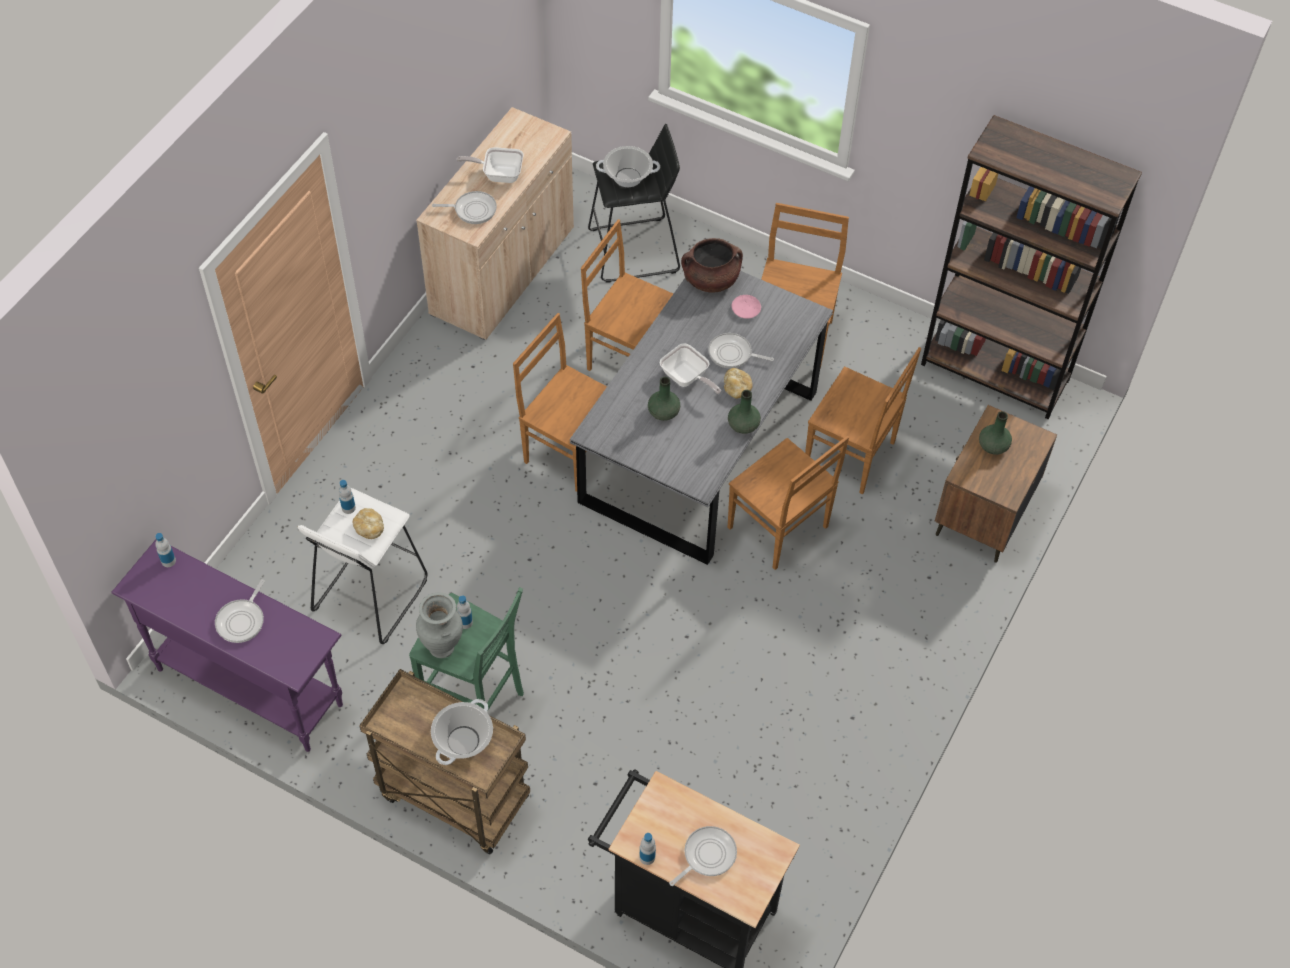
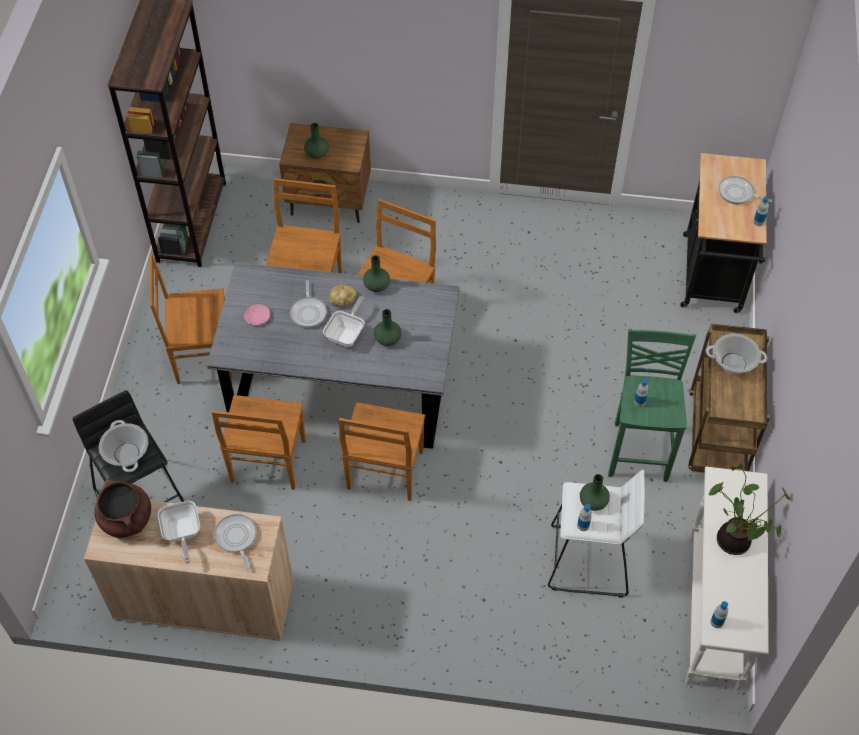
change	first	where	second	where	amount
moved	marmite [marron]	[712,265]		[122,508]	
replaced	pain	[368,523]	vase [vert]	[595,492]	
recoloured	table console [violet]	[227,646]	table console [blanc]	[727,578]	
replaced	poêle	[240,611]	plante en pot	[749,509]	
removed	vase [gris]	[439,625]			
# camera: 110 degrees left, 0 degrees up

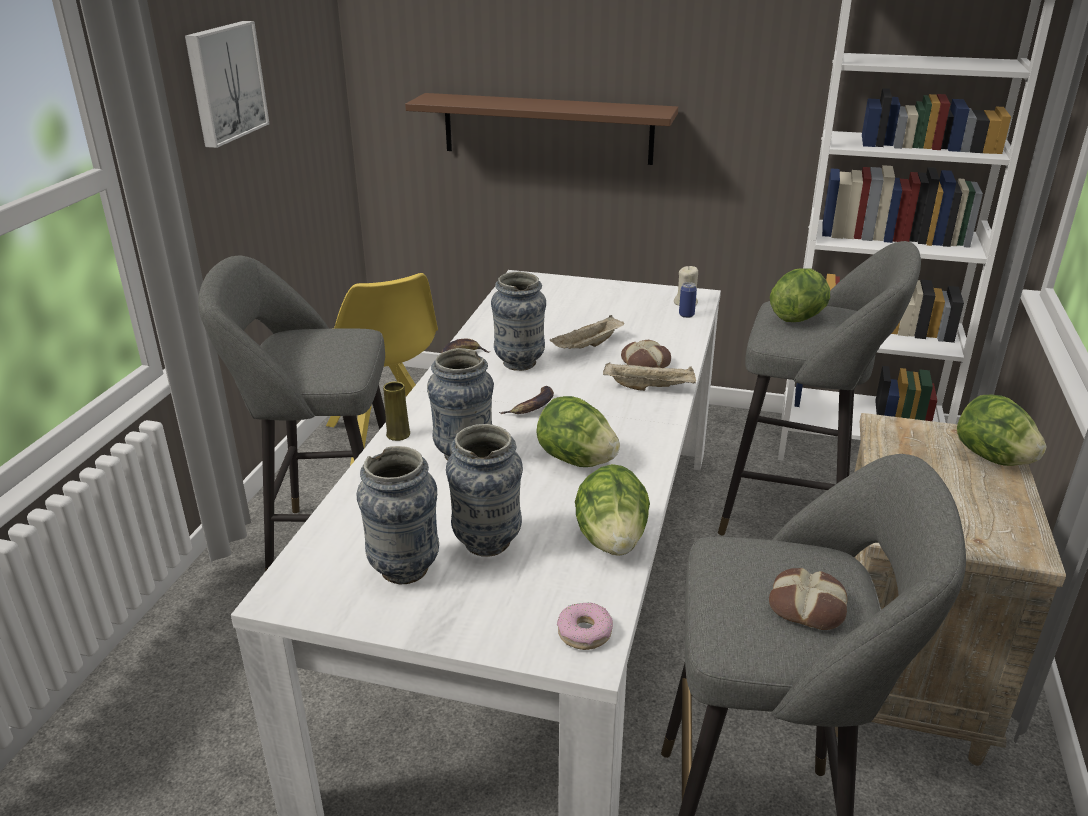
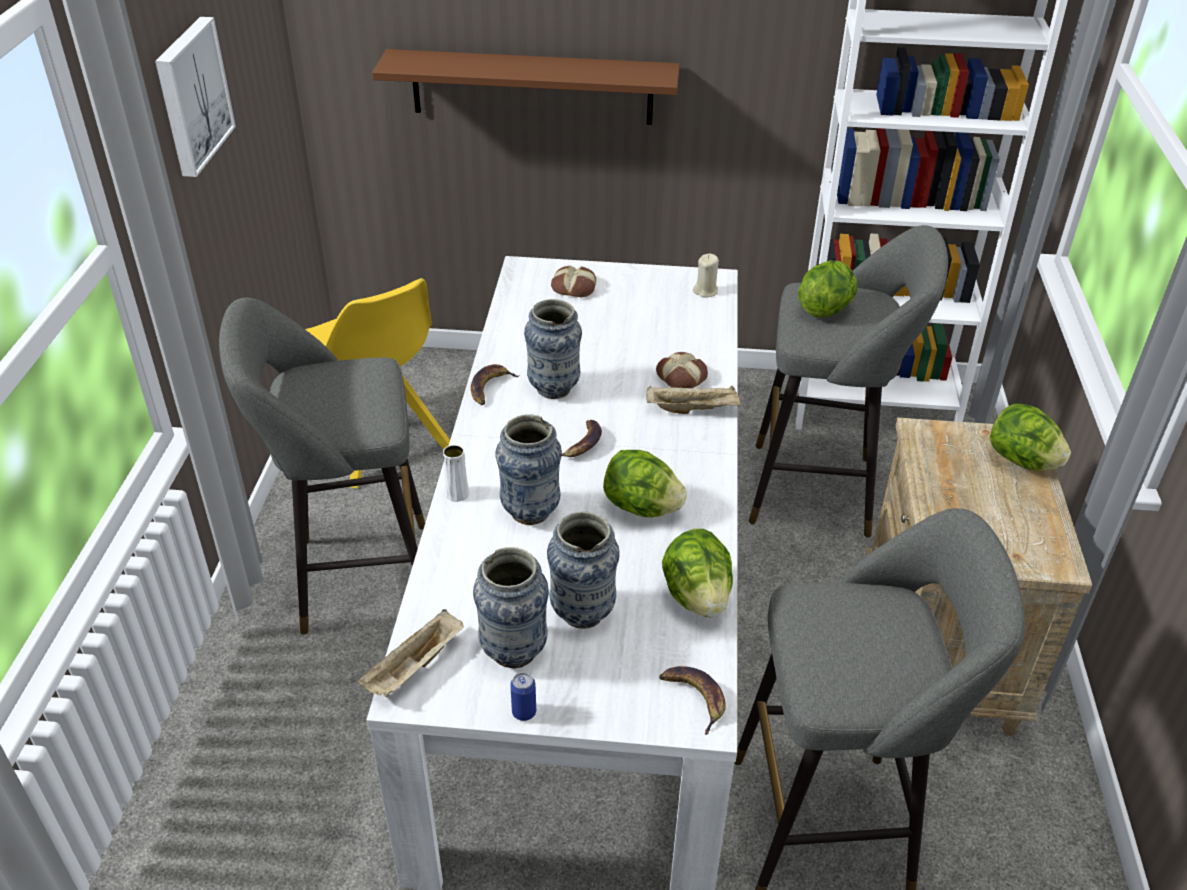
change	first	where	second	where	amount
moved	plateau [beige]	[587,332]		[411,653]	
recoloured	vase [jaune]	[396,411]	vase [blanc]	[456,473]	
moved	boîte métallique	[688,300]		[523,696]	
moved	pain	[808,599]		[573,281]	
replaced	beignet	[585,626]	banane	[692,700]	
# camera: 10 degrees left, 10 degrees up

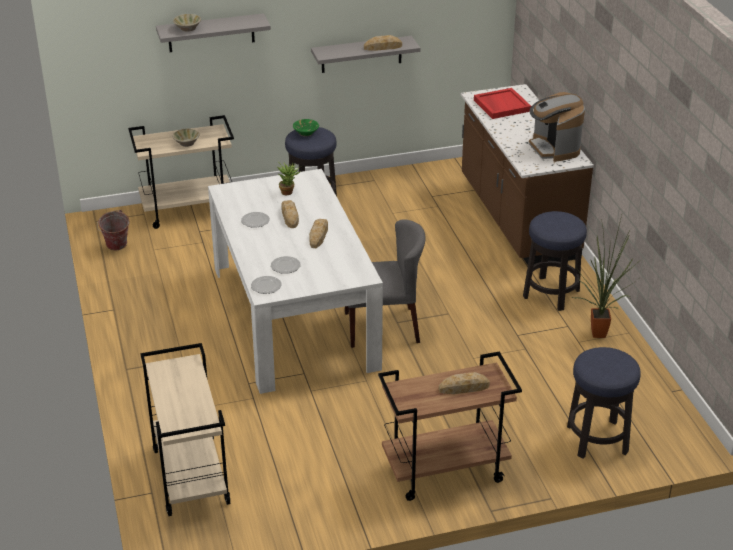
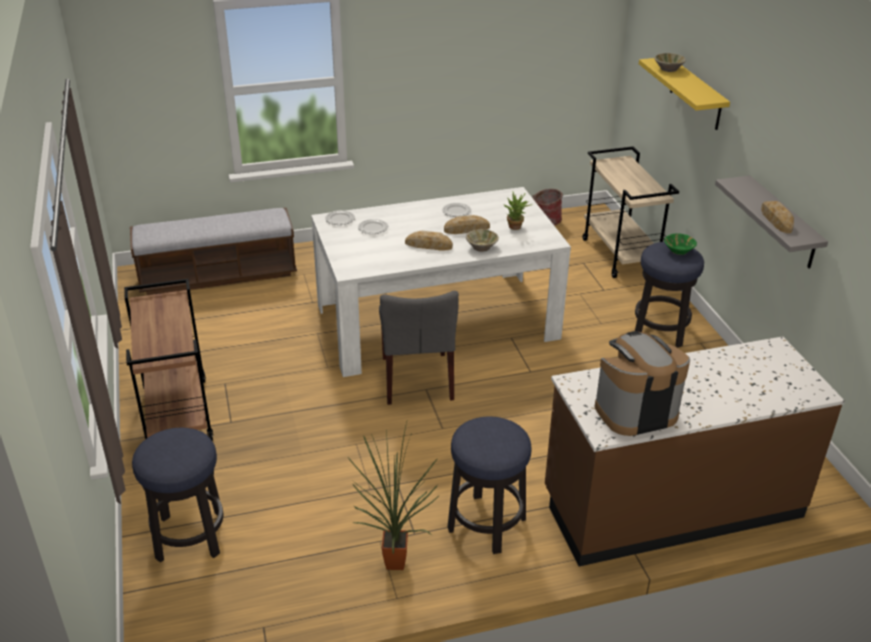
change	first	where	second	where	amount
replaced	chariot [beige]	[185,429]	banc	[213,251]	
moved	bol [beige]	[186,138]		[482,240]	
recoloured	étagère [gris]	[213,32]	étagère [jaune]	[684,94]	
removed	pain	[464,383]			
removed	plateau [rouge]	[502,103]			
# camera: 90 degrees right, 0 degrees up

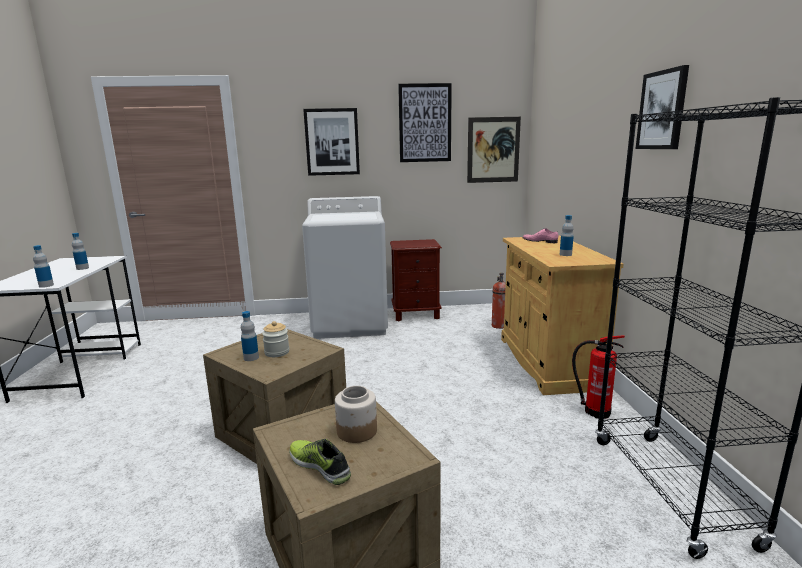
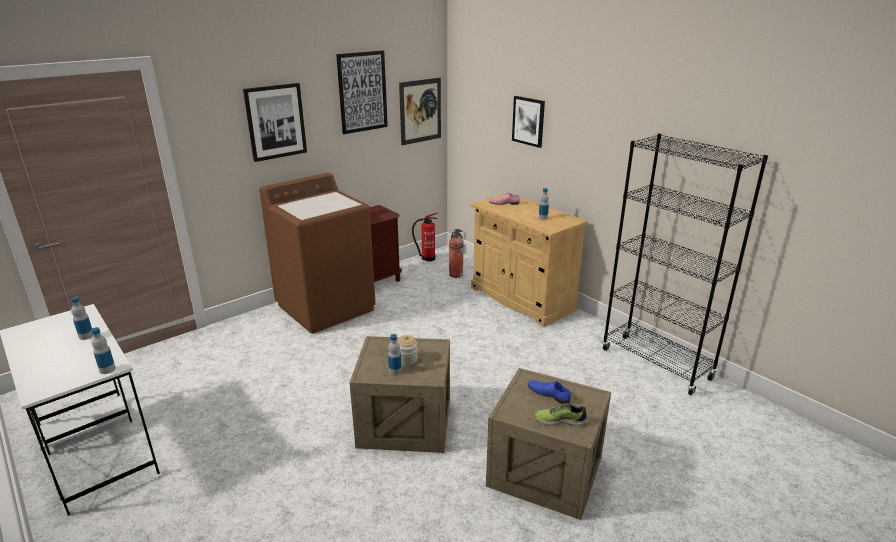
change	first	where	second	where	amount
recoloured	lave-linge [blanc]	[345,267]	lave-linge [marron]	[317,253]	
moved	extincteur	[598,377]		[424,237]	
moved	tableau	[662,107]		[528,122]	
replaced	bocal	[356,414]	chaussure [bleu]	[549,392]	
# camera: 35 degrees left, 10 degrees up

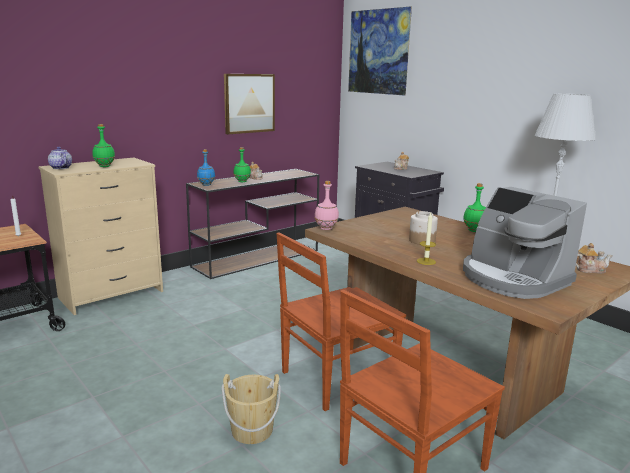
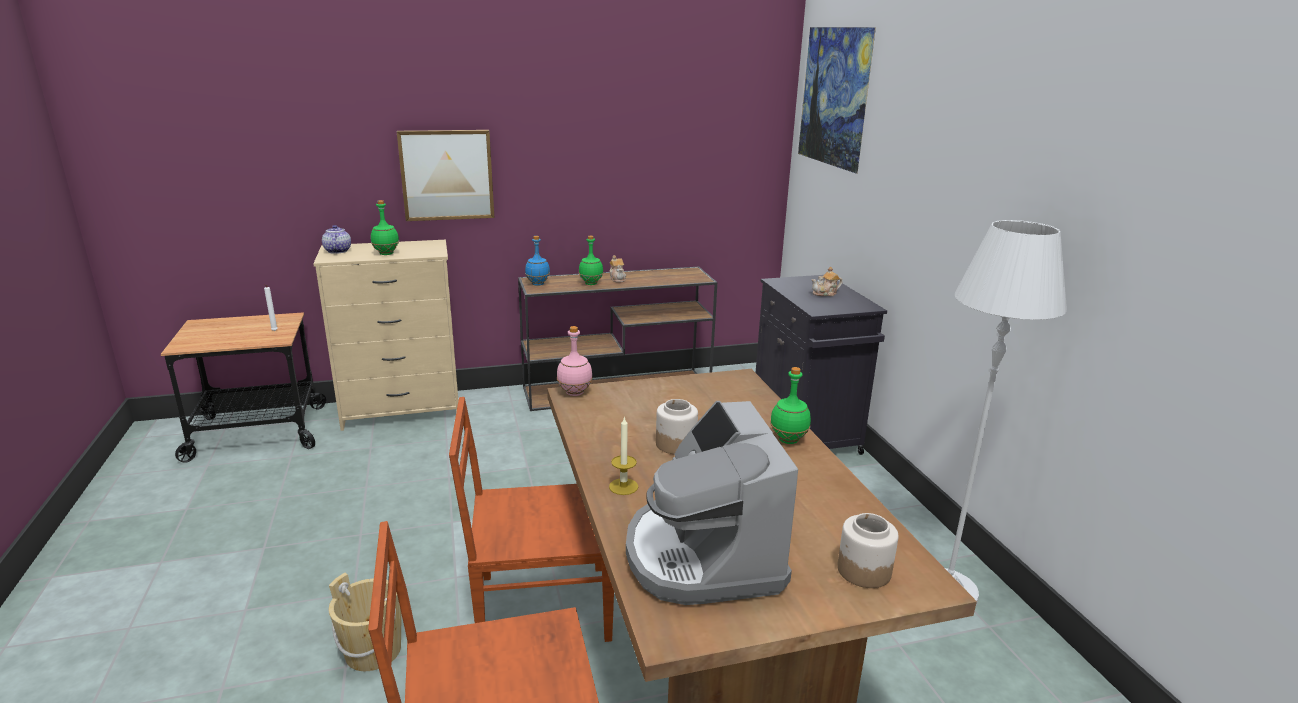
change	first	where	second	where	amount
moved	tableau	[249,104]		[445,175]	
replaced	théière	[594,258]	bocal	[868,550]	
# camera: 25 degrees right, 5 degrees up

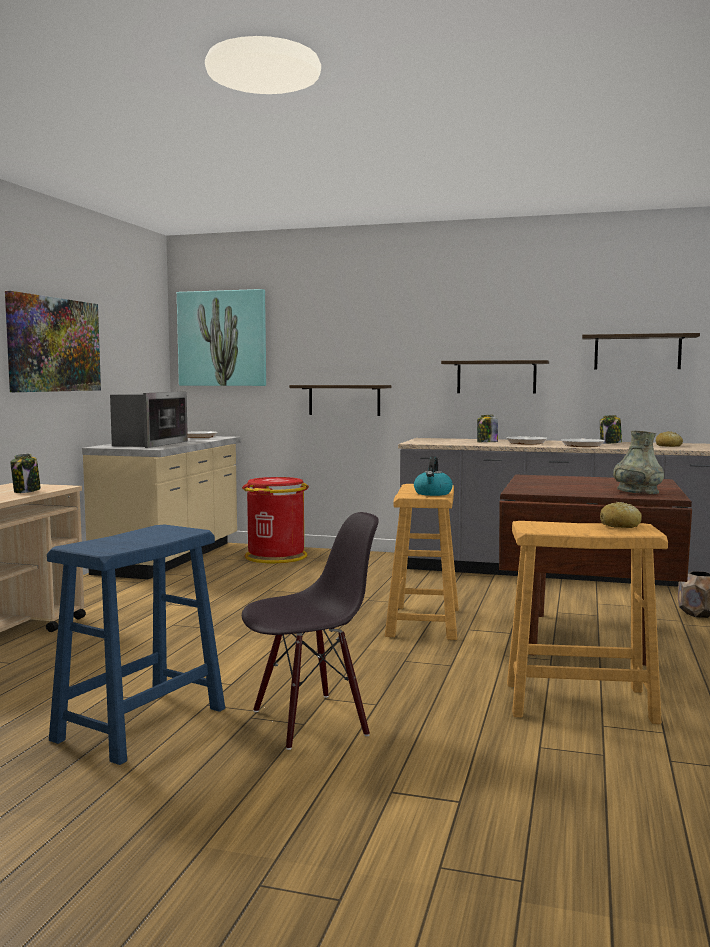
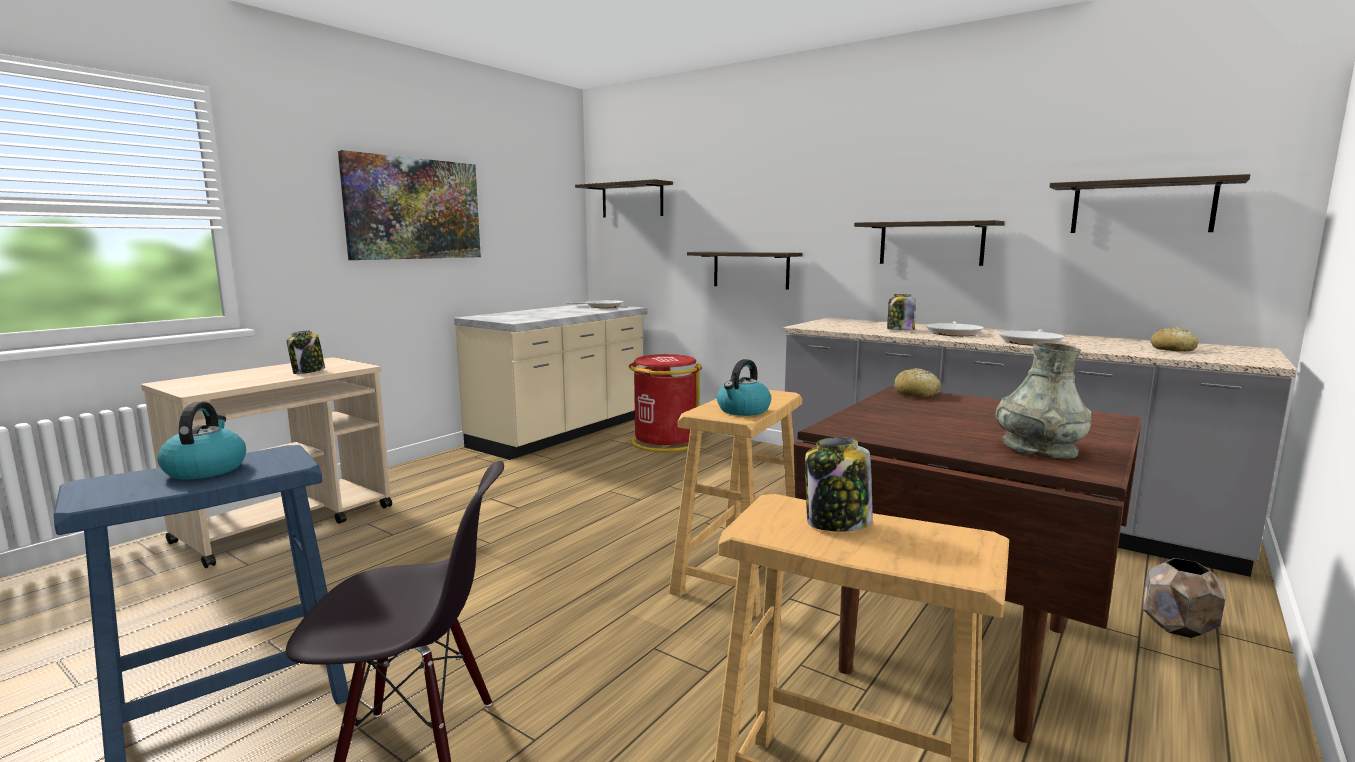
change	first	where	second	where	amount
added			bouilloire	[201,440]	
replaced	tableau	[221,337]	étagère	[624,198]	
moved	bocal	[611,429]		[839,484]	
moved	pain	[621,515]		[917,383]	
removed	micro-ondes	[149,420]			
# camera: 20 degrees right, 5 degrees up

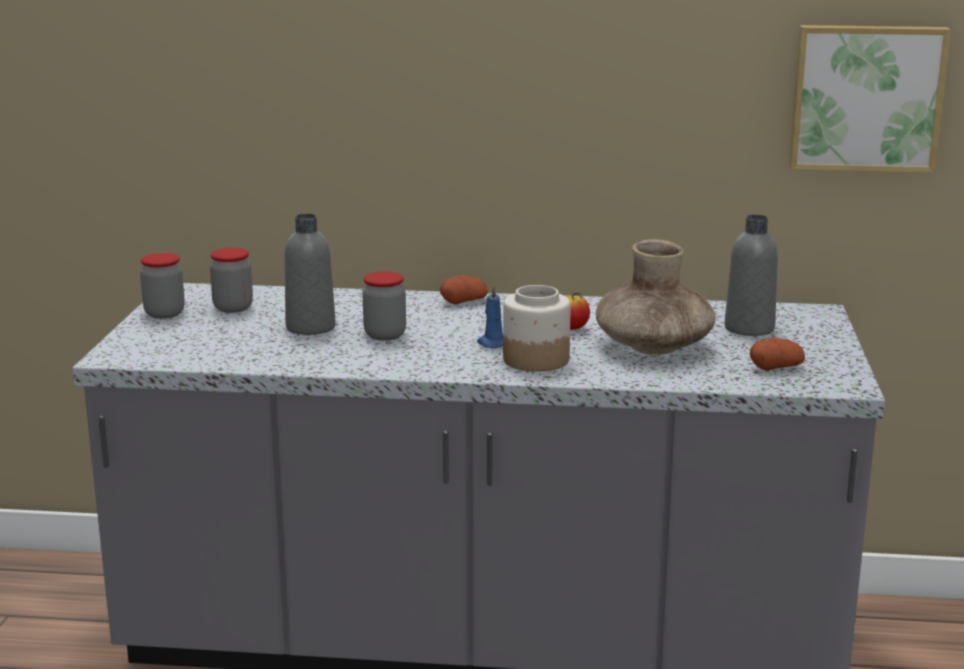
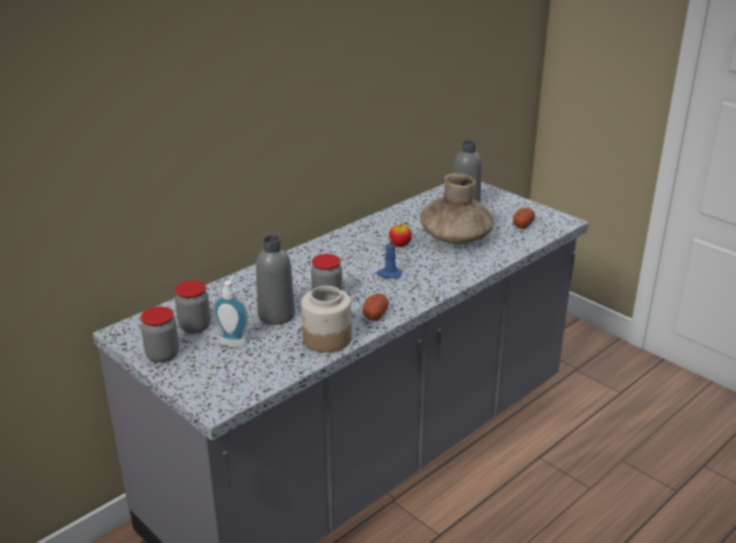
change	first	where	second	where	amount
added			distributeur de savon	[231,312]	
moved	bocal	[537,328]		[326,319]	
moved	pomme de terre	[464,289]		[376,307]	
removed	tableau	[870,99]			
# camera: 50 degrees left, 10 degrees up

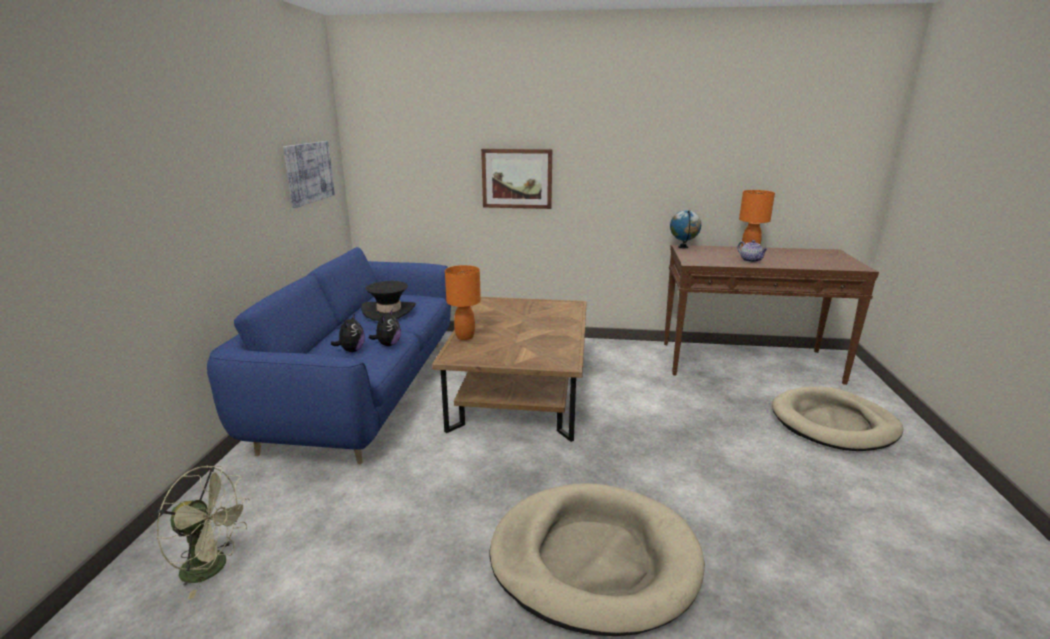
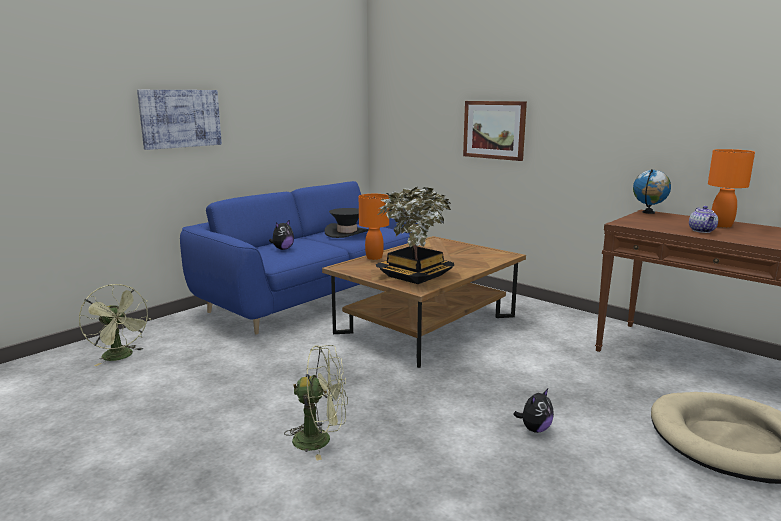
change	first	where	second	where	amount
moved	tableau	[309,174]		[179,120]	
replaced	panier pour chien [beige]	[597,559]	ventilateur [vert]	[316,403]	
added			plante en pot	[415,235]	
moved	peluche	[385,328]		[533,411]	
# camera: 35 degrees right, 5 degrees down

